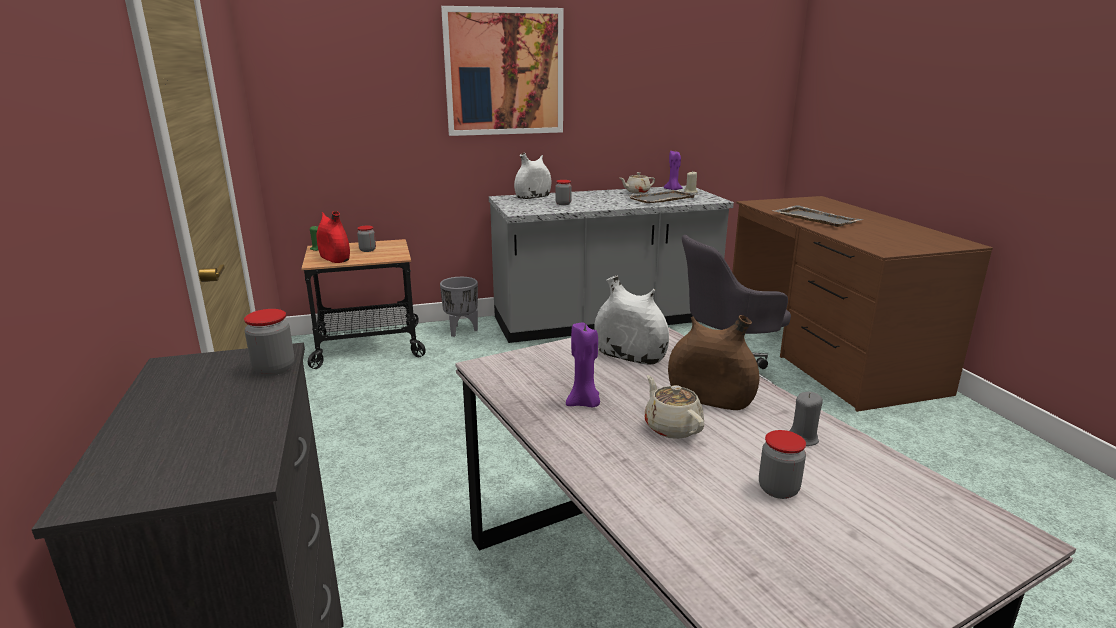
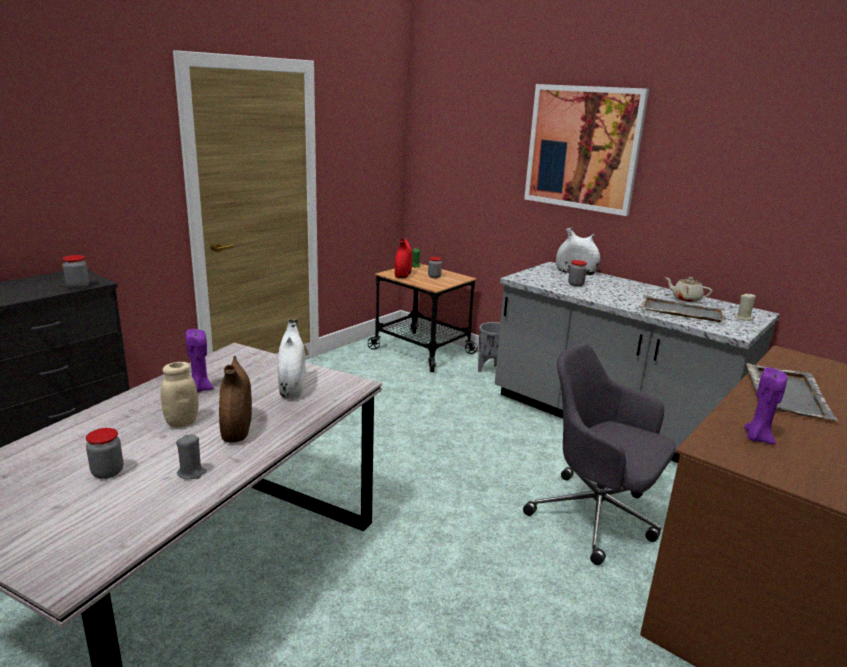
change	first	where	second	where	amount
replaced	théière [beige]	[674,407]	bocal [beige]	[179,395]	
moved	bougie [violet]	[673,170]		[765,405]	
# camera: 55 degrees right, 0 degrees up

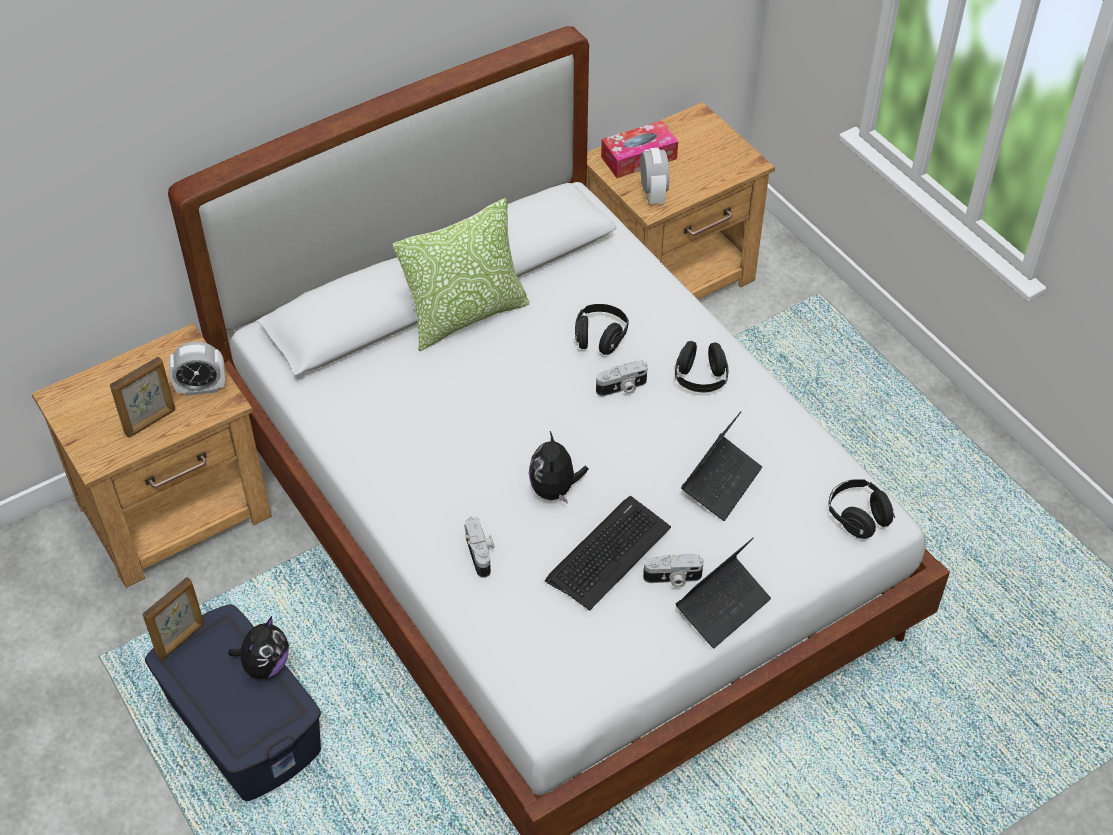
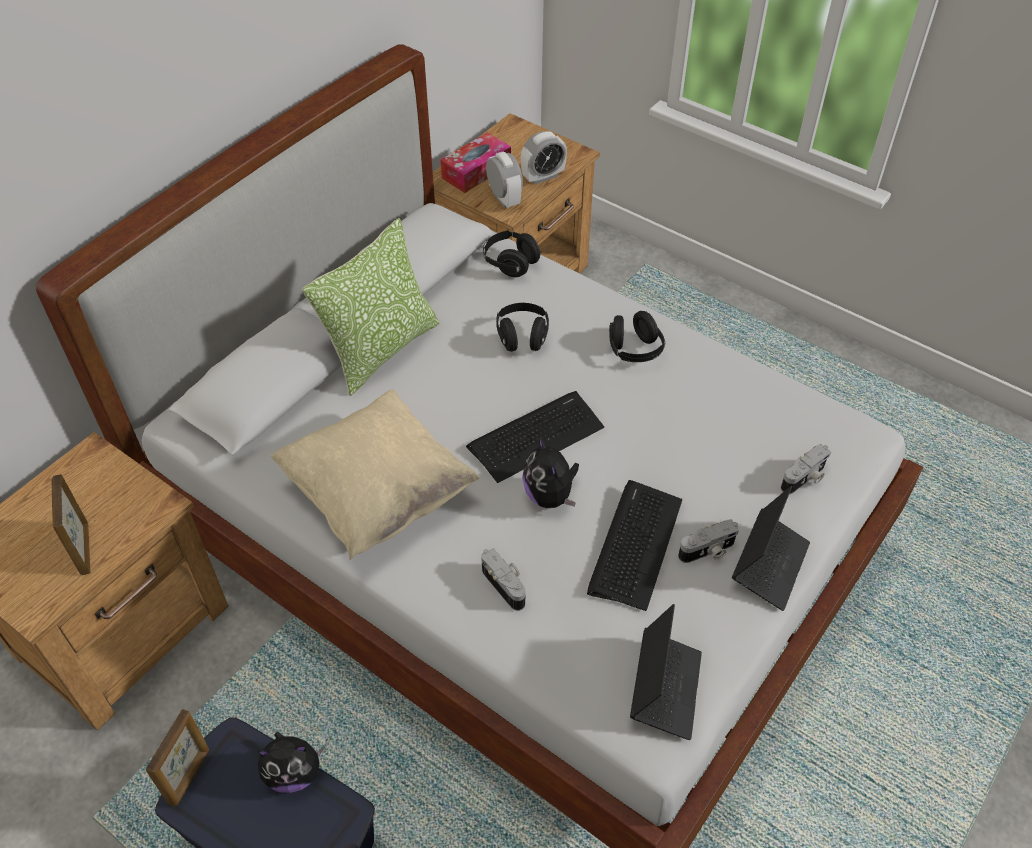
change	first	where	second	where	amount
turned	cadre photo	[143,397]		[71,524]	135 degrees clockwise
turned	peluche	[258,647]		[291,762]	75 degrees clockwise
added			coussin [beige]	[375,475]	
added			clavier	[535,437]	
moved	casque audio [noir]	[862,509]		[512,253]	
moved	réveil	[197,369]		[544,158]	
moved	ordinateur portable	[721,466]		[666,672]	
moved	appareil photo	[622,378]		[806,469]	
# camera: 20 degrees left, 0 degrees up

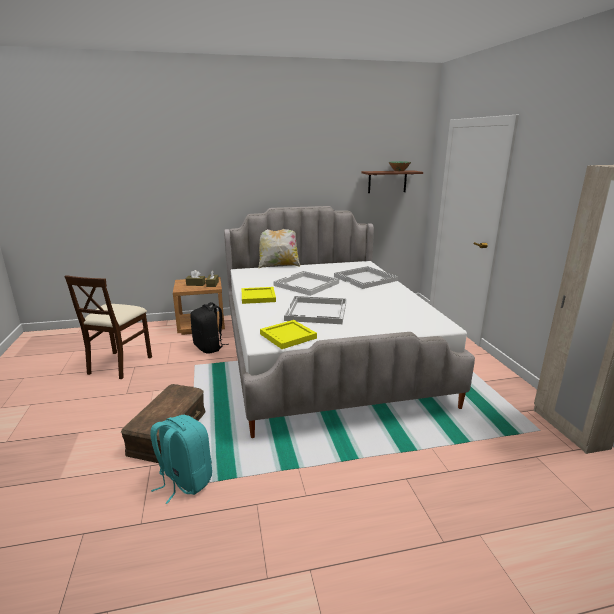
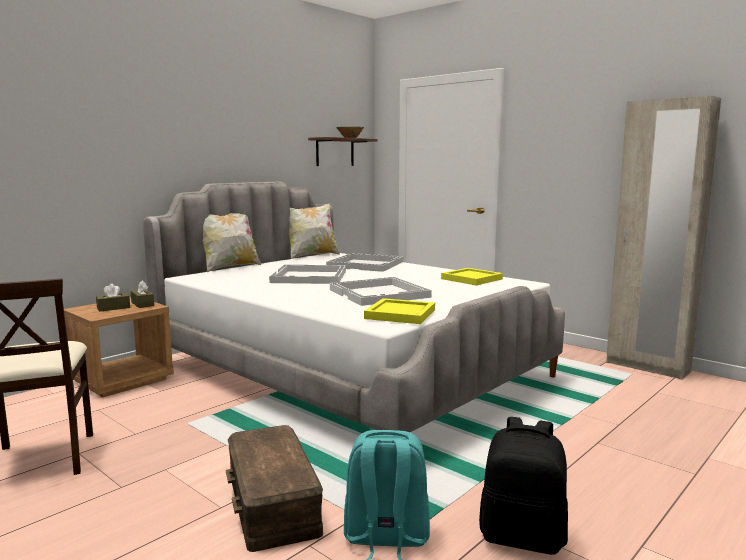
change	first	where	second	where	amount
added			coussin	[314,231]	
moved	plateau [jaune]	[259,295]		[472,276]	
moved	sac à dos [noir]	[209,328]		[523,486]	
# camera: 35 degrees left, 10 degrees down

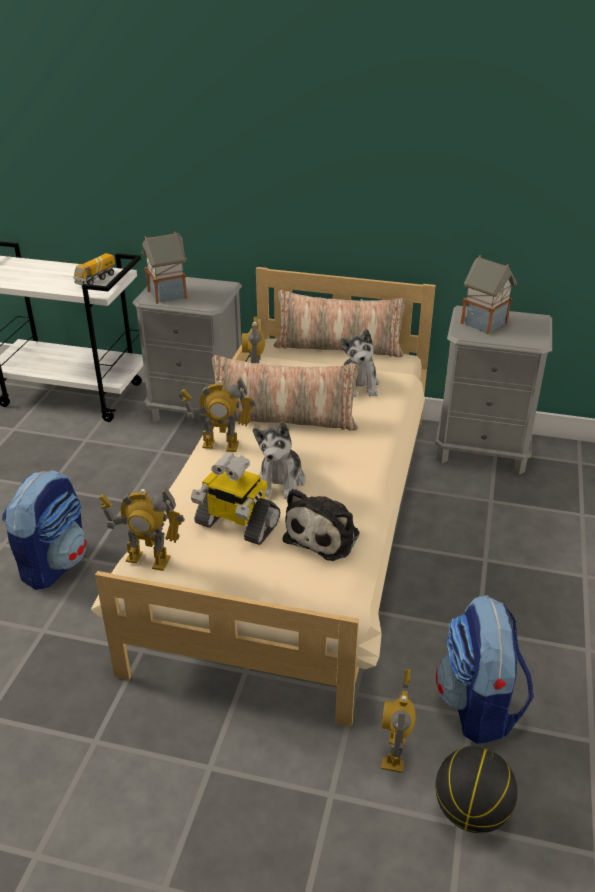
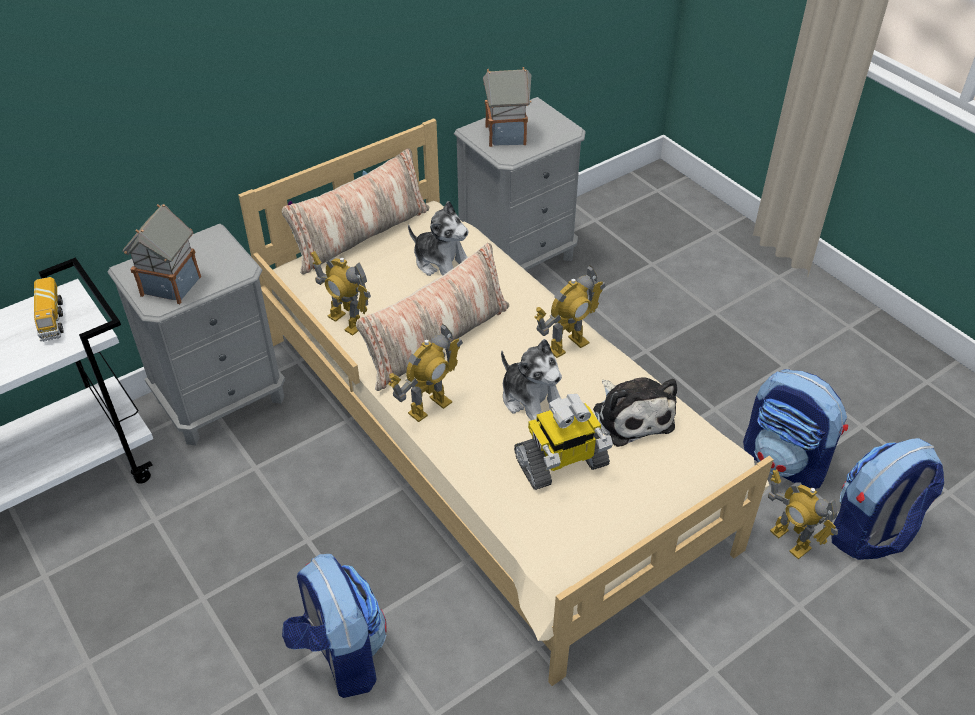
change	first	where	second	where	amount
moved	robot jouet	[142,529]		[570,311]	
replaced	ballon de basket	[477,789]	sac à dos	[887,499]	
# camera: 50 degrees left, 10 degrees up

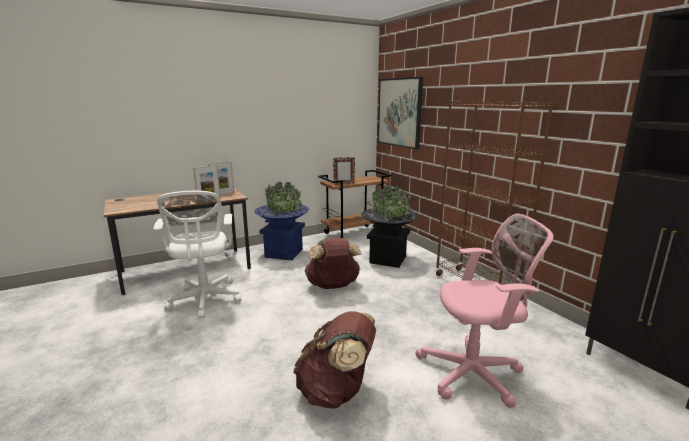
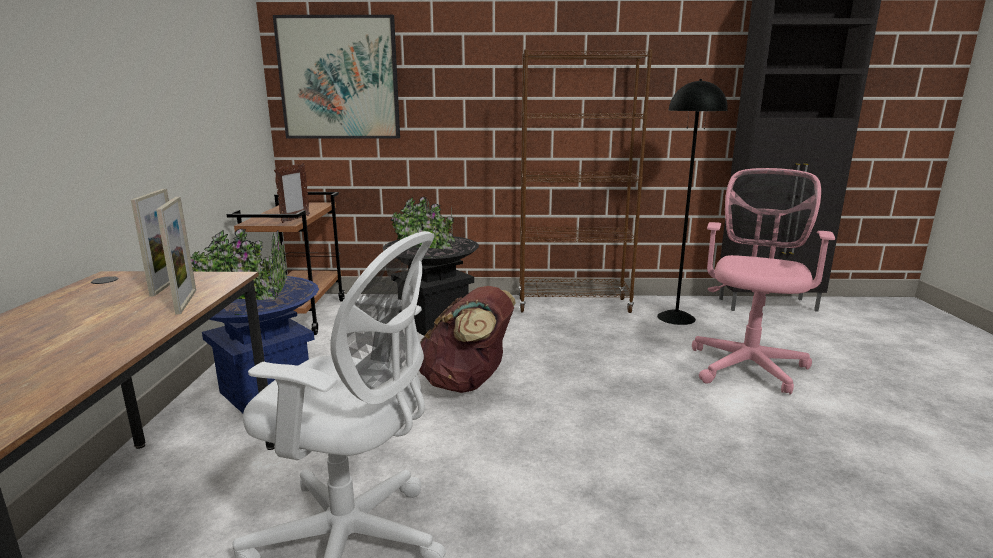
change	first	where	second	where	amount
added			lampadaire [noir]	[692,202]	
removed	sac à dos [marron]	[334,359]			
# camera: 60 degrees left, 0 degrees up

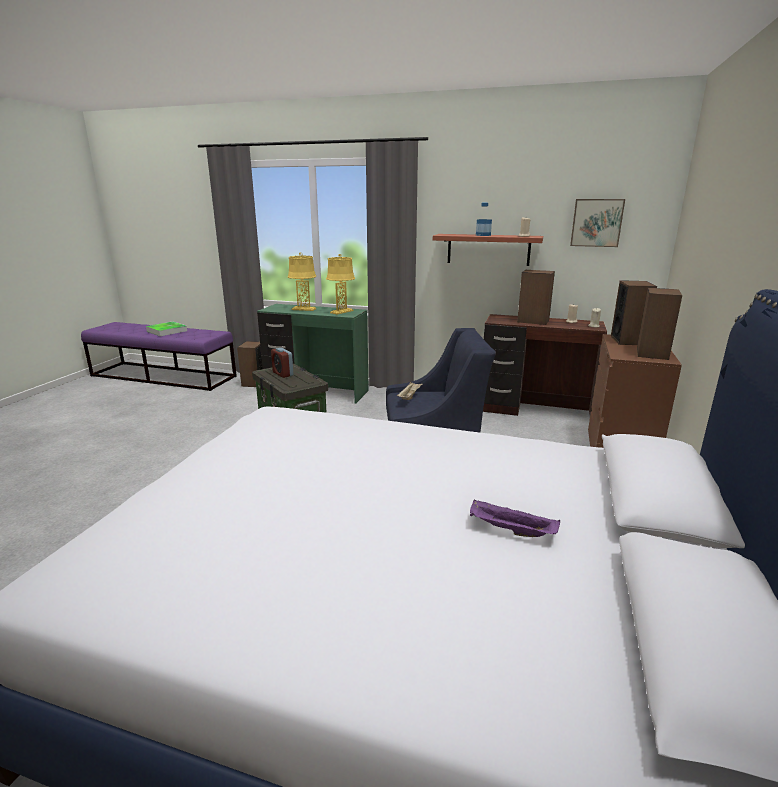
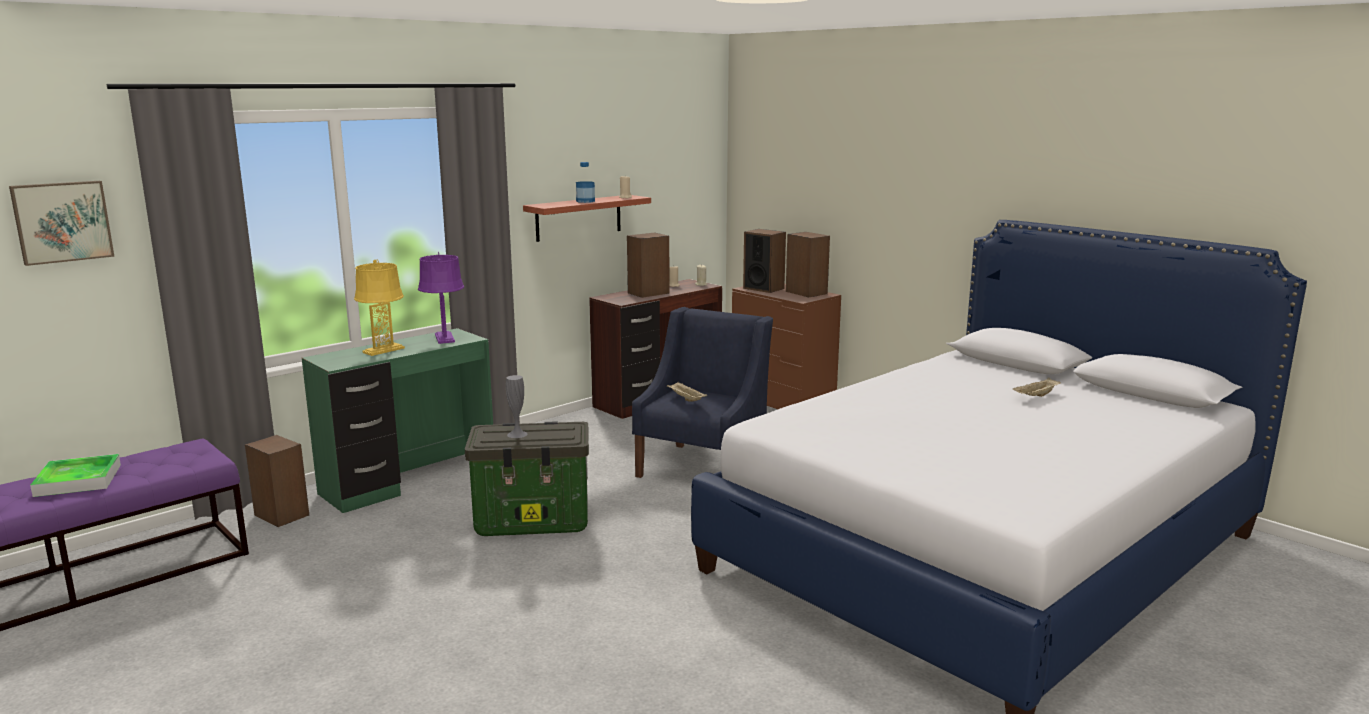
change	first	where	second	where	amount
moved	tableau	[597,223]		[61,223]	
recoloured	lampe de table [jaune]	[340,284]	lampe de table [violet]	[441,297]	
replaced	réveil	[282,363]	vase [gris]	[517,406]	
recoloured	plateau [violet]	[515,518]	plateau [beige]	[1036,387]	
# camera: 60 degrees left, 5 degrees down

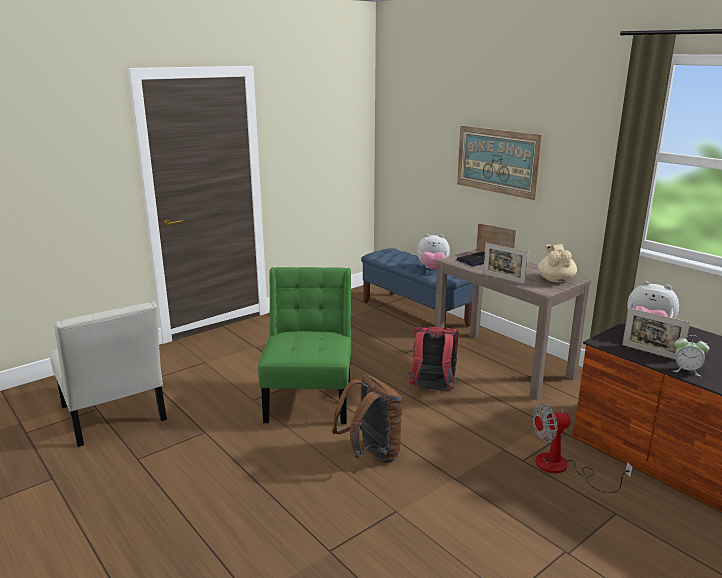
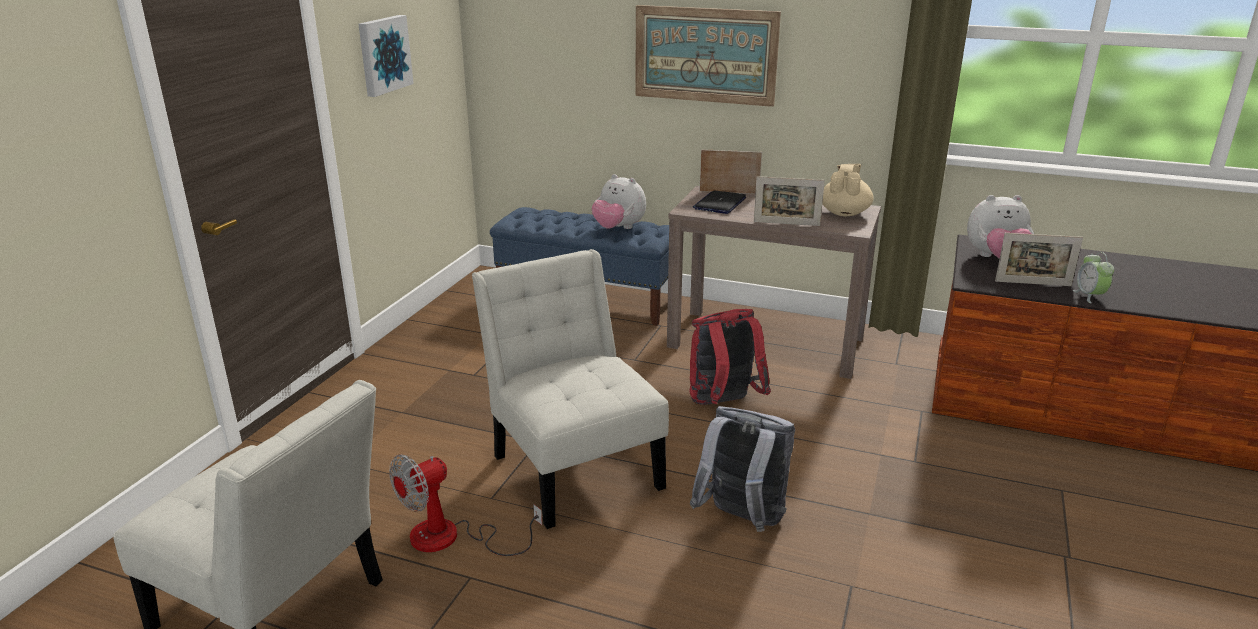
change	first	where	second	where	amount
added			tableau	[386,56]	
moved	ventilateur	[583,448]		[465,505]	
recoloured	chaise [vert]	[304,345]	chaise [blanc]	[570,389]	
turned	peluche	[433,252]		[619,201]	60 degrees clockwise
recoloured	sac à dos [marron]	[367,419]	sac à dos [gris]	[742,469]	
turned	théière [beige]	[557,263]		[848,190]	45 degrees clockwise
turned	réveil	[691,355]		[1093,277]	90 degrees clockwise
# camera: 30 degrees left, 5 degrees up

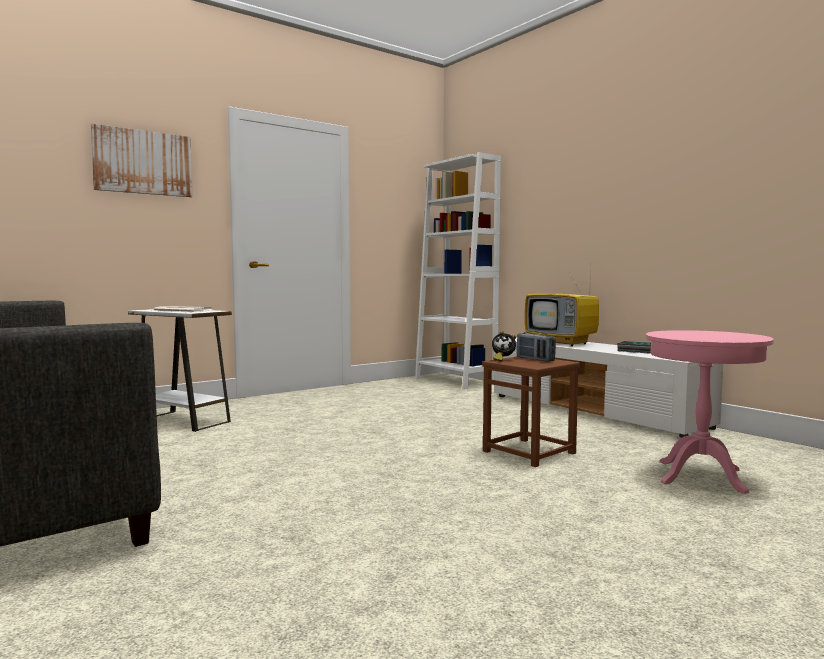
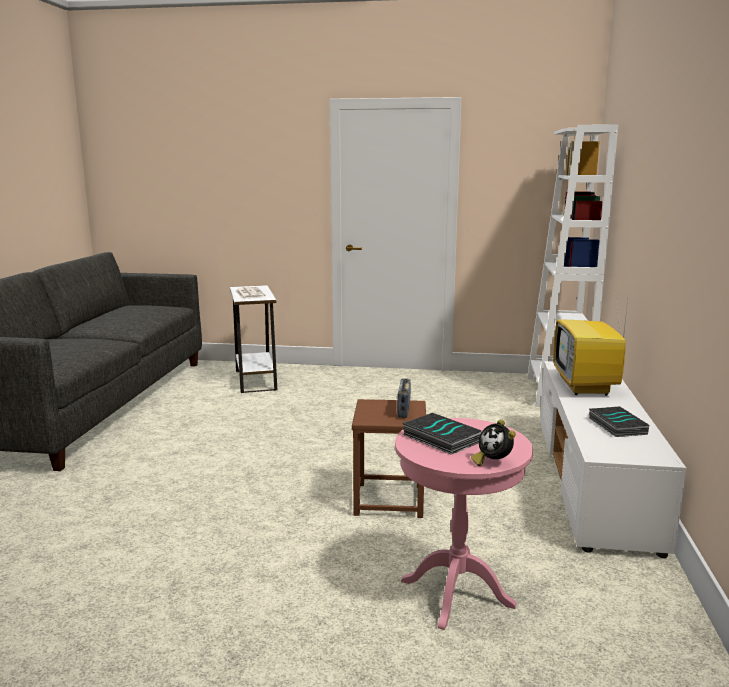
change	first	where	second	where	amount
added			livre	[442,434]	
moved	réveil	[504,346]		[493,442]	
removed	tableau	[142,160]			
# camera: 45 degrees right, 10 degrees up

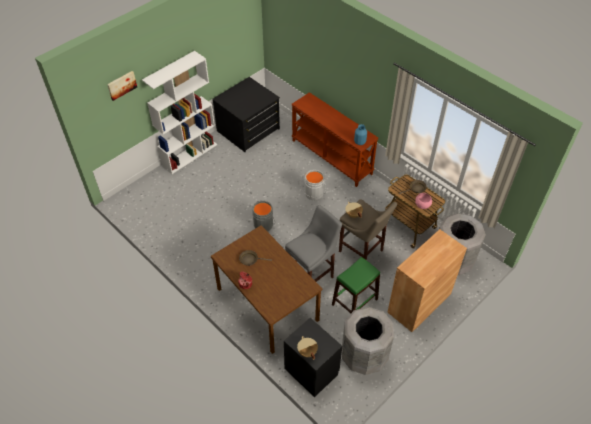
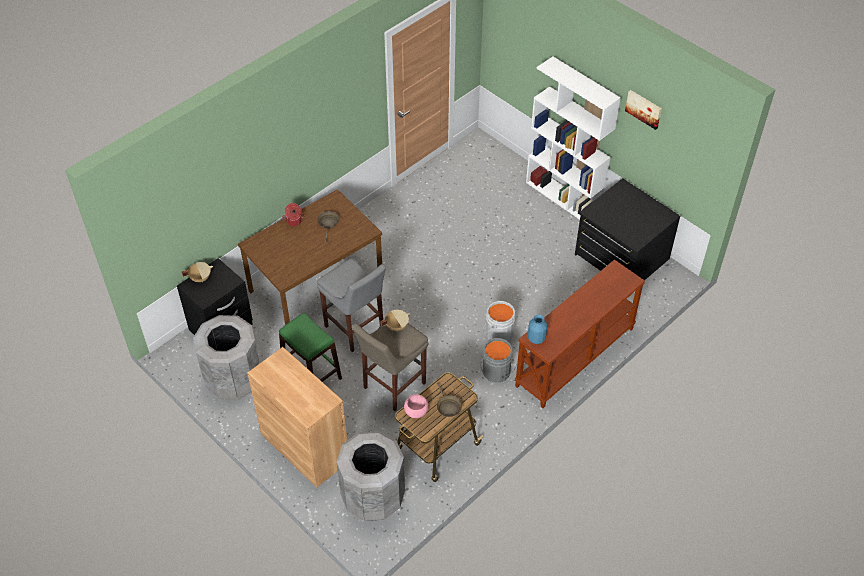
change	first	where	second	where	amount
moved	seau [gris]	[263,216]		[499,360]	
moved	tableau	[122,86]		[643,110]	
# camera: 90 degrees right, 0 degrees up

